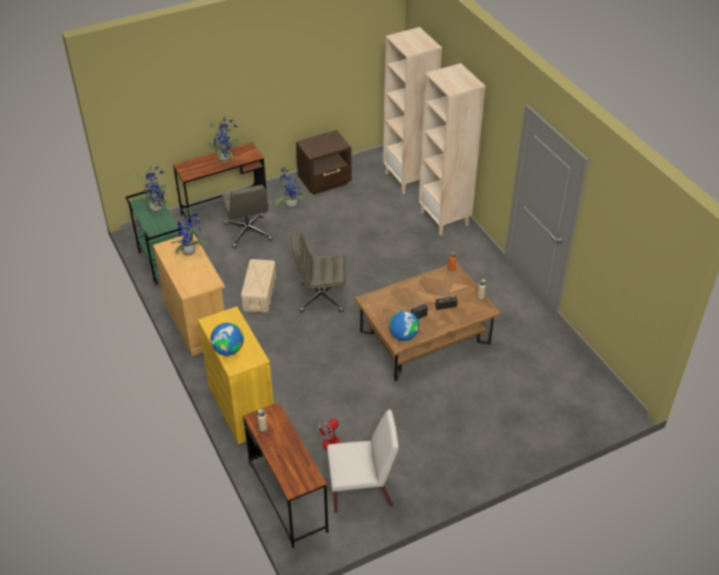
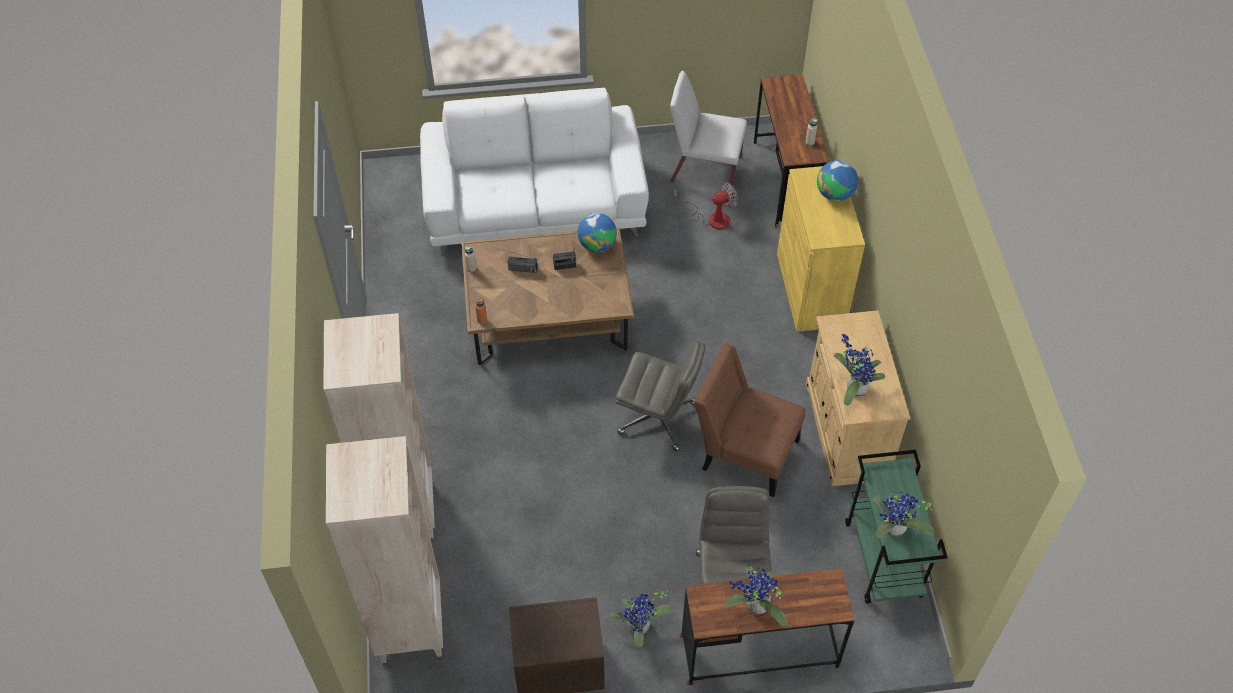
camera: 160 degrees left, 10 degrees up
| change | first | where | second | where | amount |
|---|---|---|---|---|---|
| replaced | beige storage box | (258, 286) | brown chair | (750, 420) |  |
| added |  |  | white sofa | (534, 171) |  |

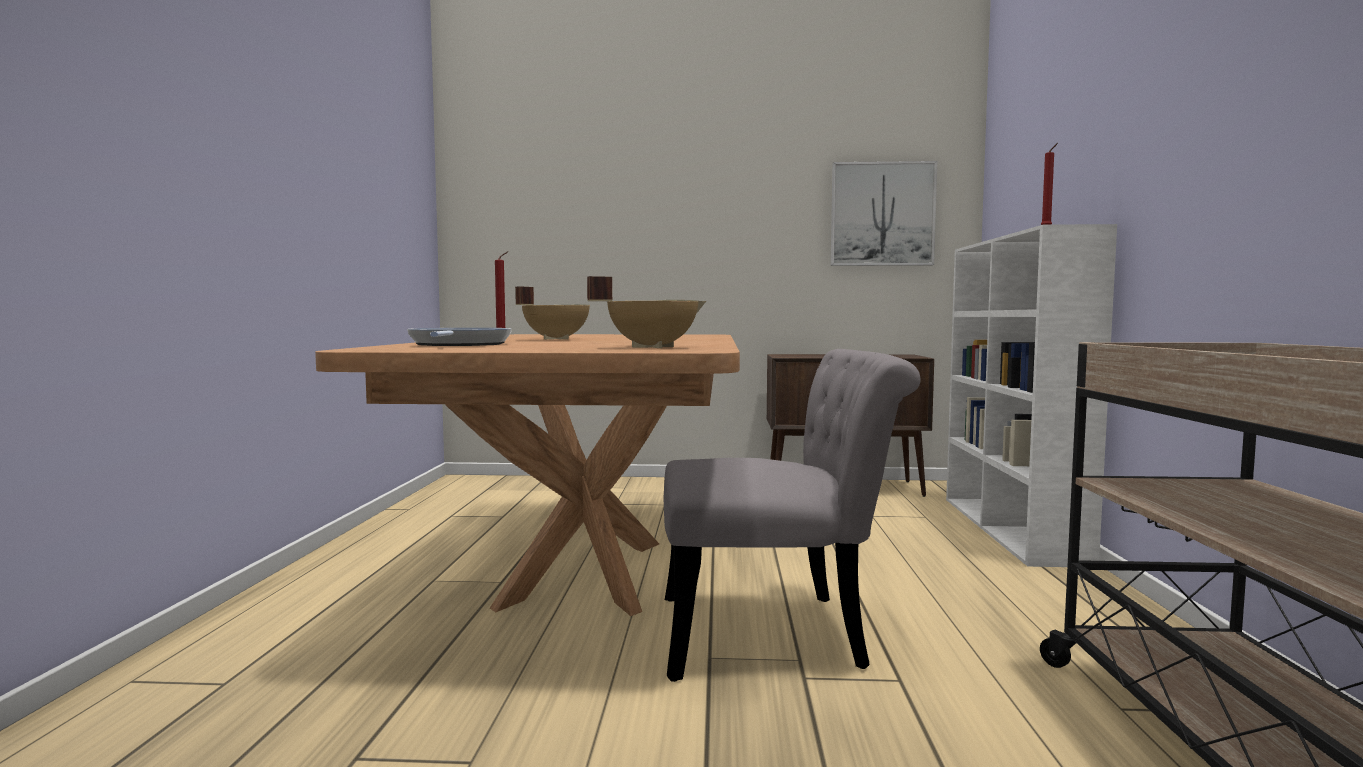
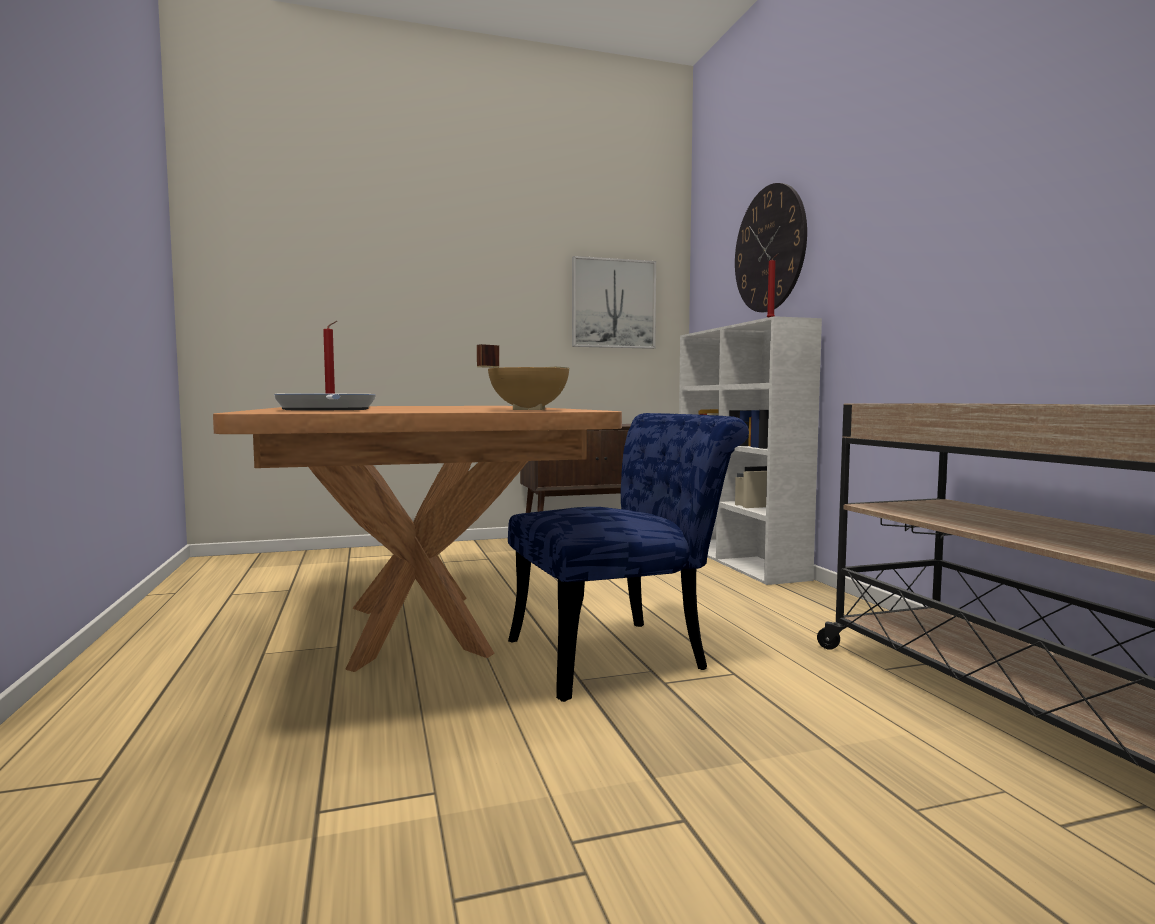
camera: 20 degrees left, 0 degrees up
| change | first | where | second | where | amount |
|---|---|---|---|---|---|
| removed | beige cooking pot | (552, 313) |  |  |  |
| recoloured | grey chair | (792, 515) | blue chair | (628, 557) |  |
| added |  |  | wall clock | (771, 247) |  |

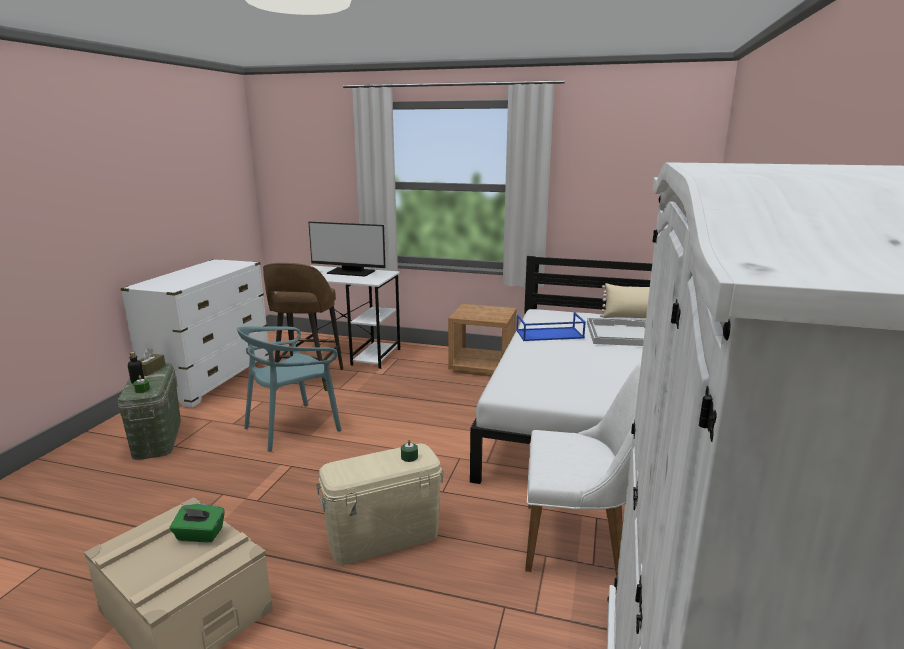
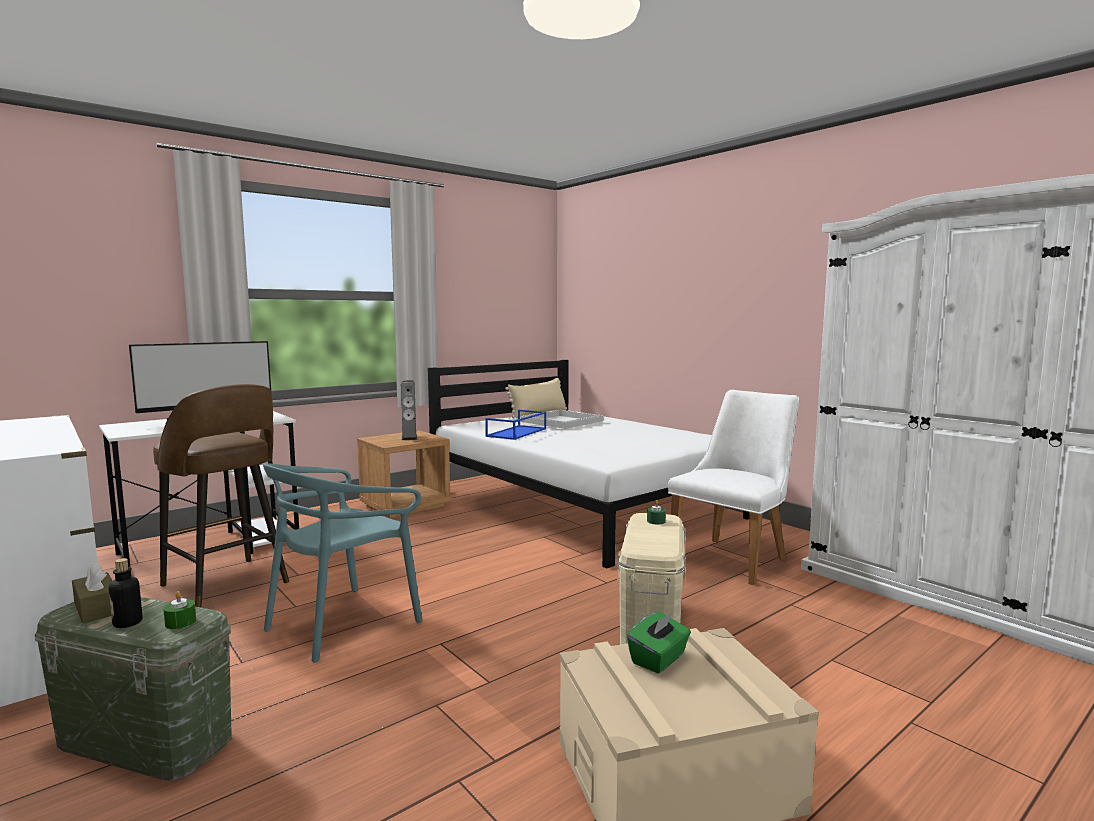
camera: 55 degrees left, 10 degrees down
| change | first | where | second | where | amount |
|---|---|---|---|---|---|
| turned | turquoise chair | (289, 389) |  | (343, 562) | 45 degrees clockwise |
| added |  |  | speaker | (409, 410) |  |

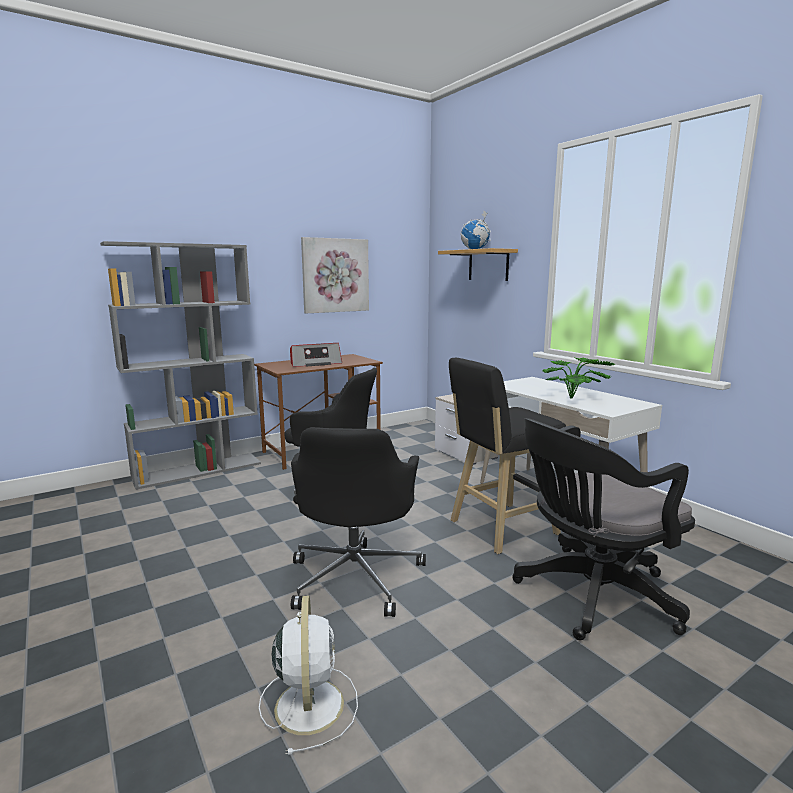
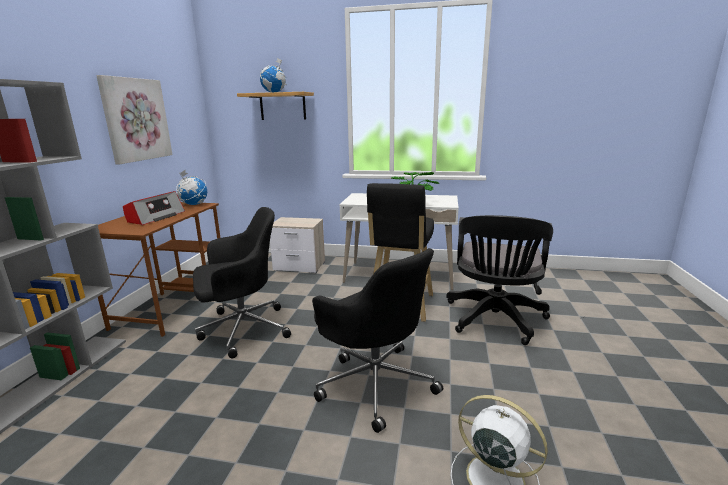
camera: 45 degrees left, 5 degrees up
| change | first | where | second | where | amount |
|---|---|---|---|---|---|
| added |  |  | globe | (191, 187) |  |

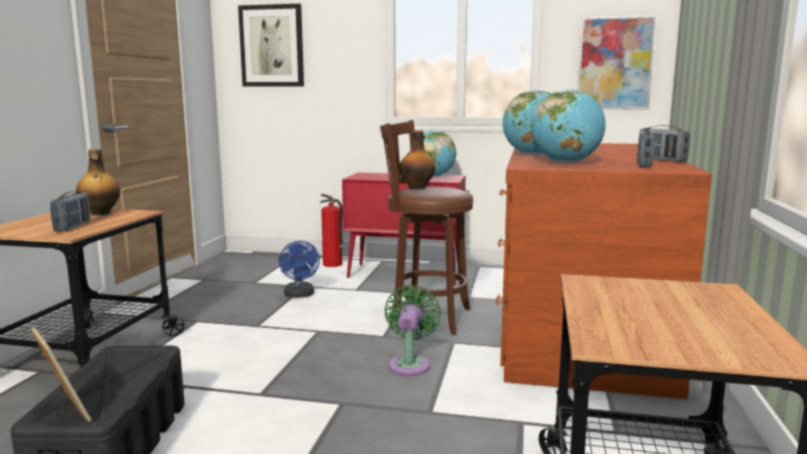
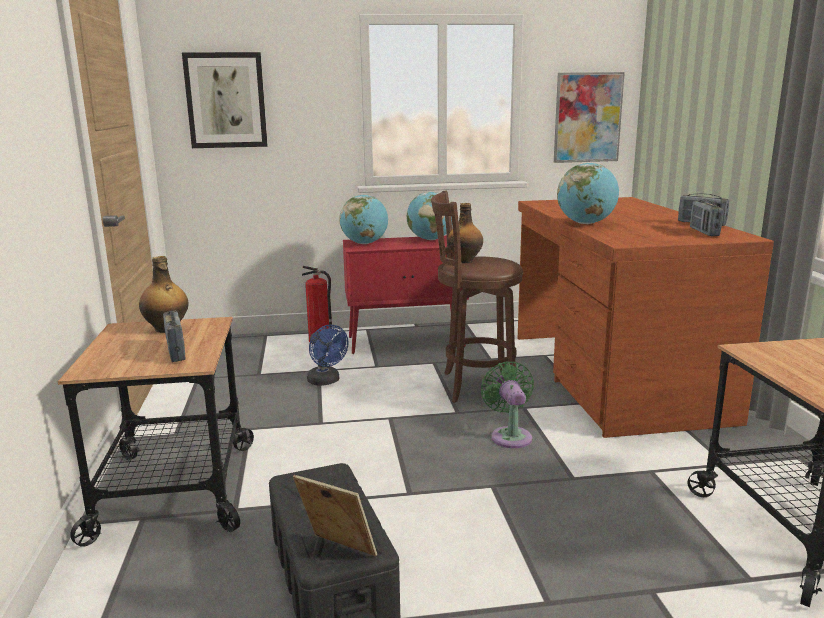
camera: 20 degrees left, 5 degrees up
| change | first | where | second | where | amount |
|---|---|---|---|---|---|
| moved | globe | (568, 126) |  | (363, 219) |  |

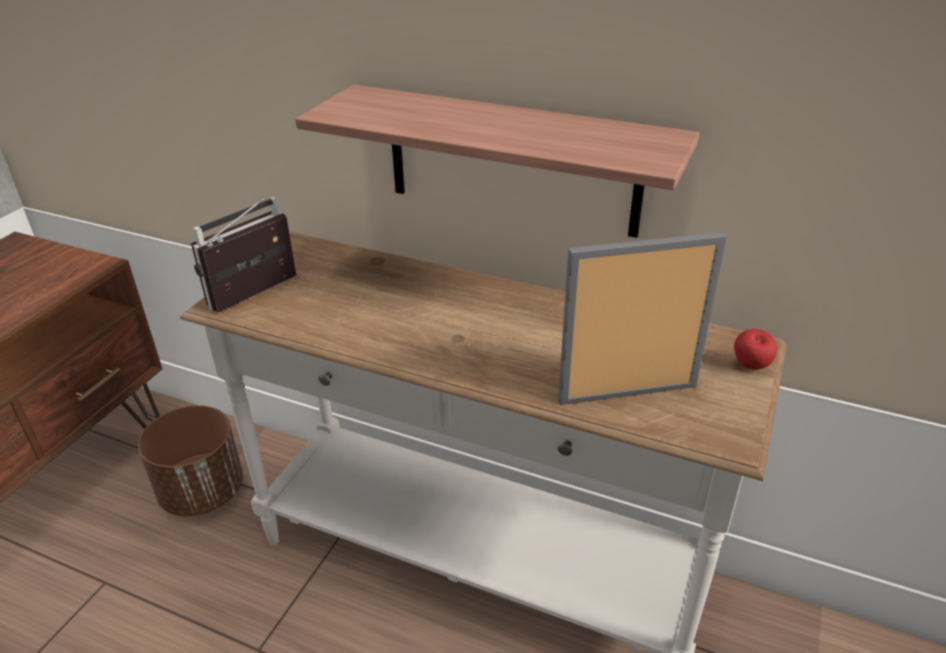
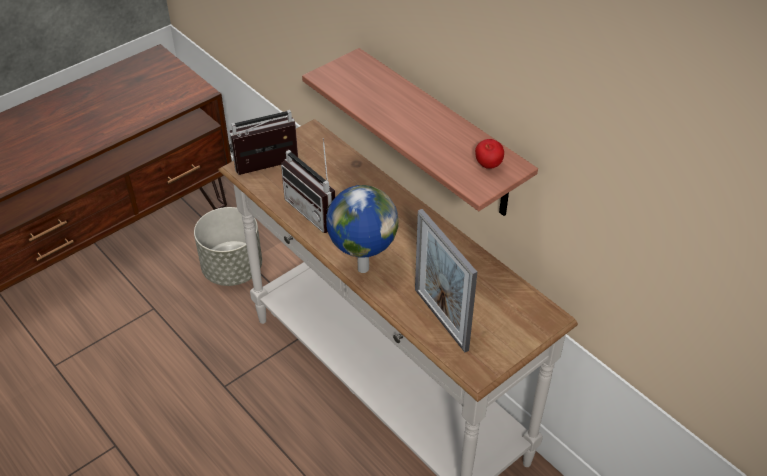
camera: 25 degrees right, 10 degrees up
| change | first | where | second | where | amount |
|---|---|---|---|---|---|
| recoloured | brown planter | (190, 460) | grey planter | (228, 246) |  |
| turned | picture frame | (642, 318) |  | (446, 280) | 135 degrees counterclockwise |
| moved | apple | (755, 349) |  | (489, 154) |  |
| added |  |  | radio | (308, 185) |  |
| added |  |  | globe | (362, 229) |  |

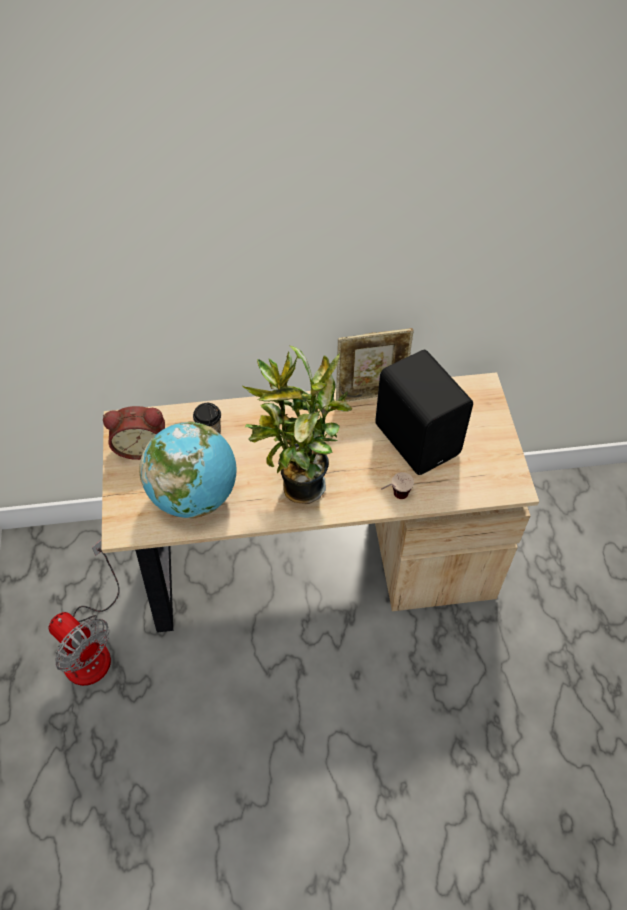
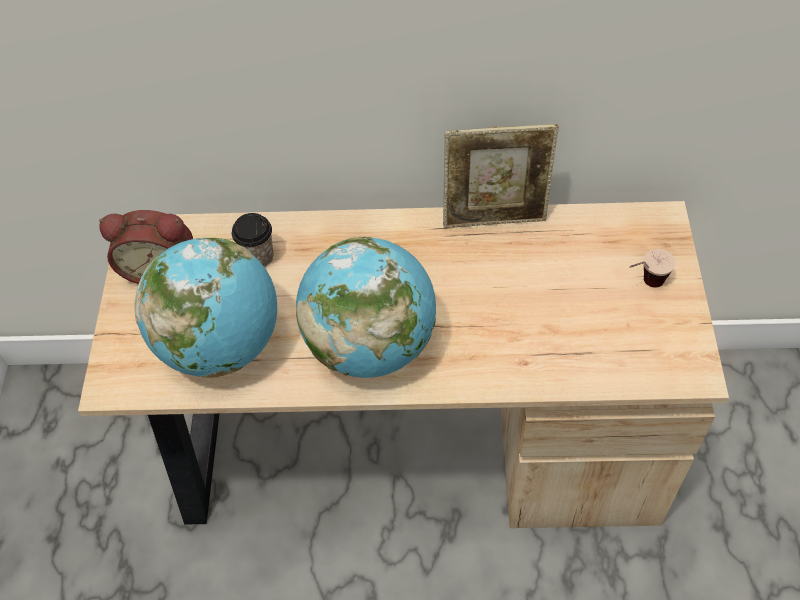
camera: 10 degrees right, 0 degrees up
| change | first | where | second | where | amount |
|---|---|---|---|---|---|
| removed | fan | (84, 613) |  |  |  |
| replaced | potted plant | (297, 425) | globe | (366, 307) |  |
| removed | black speaker | (424, 412) |  |  |  |
| moved | cup | (397, 485) |  | (652, 268) |  |

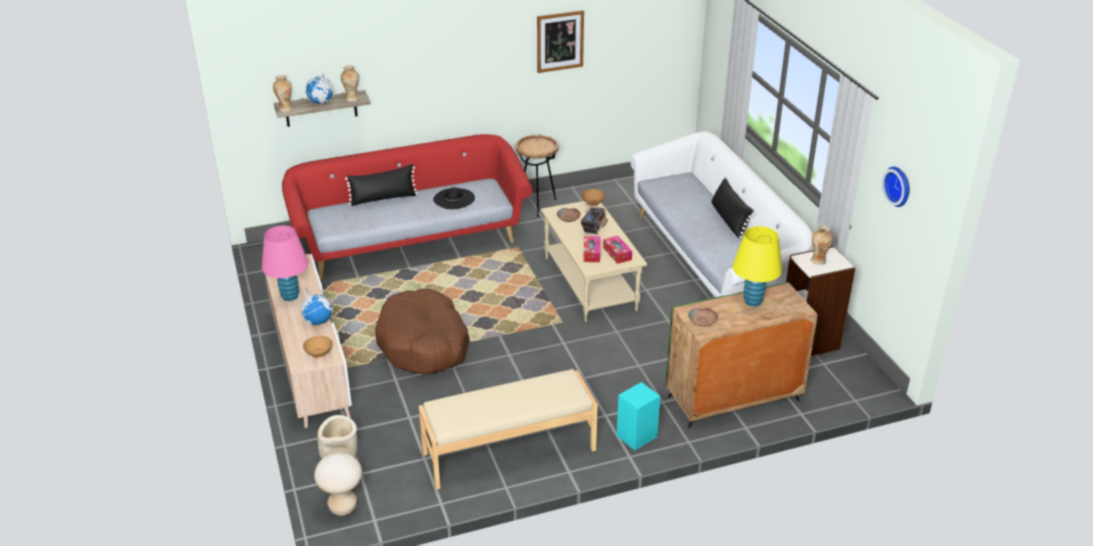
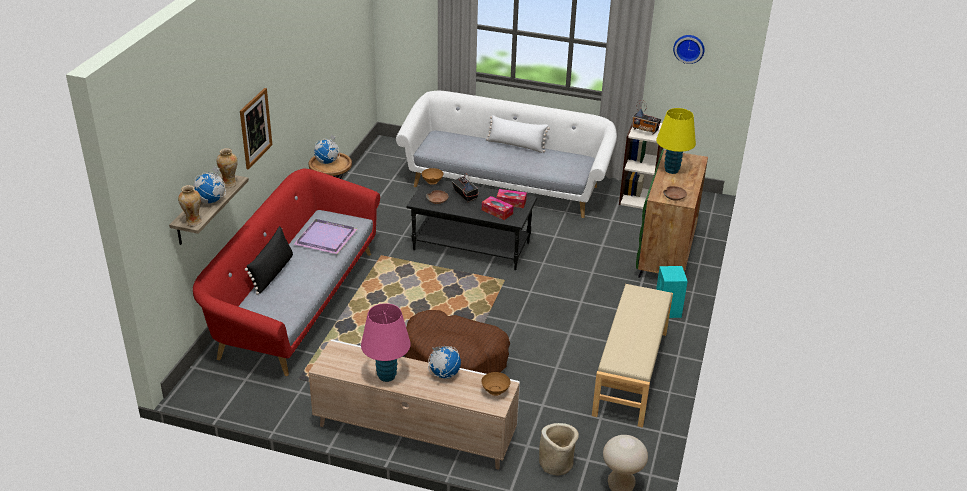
camera: 55 degrees left, 0 degrees up
| change | first | where | second | where | amount |
|---|---|---|---|---|---|
| replaced | black hat | (454, 198) | purple tray | (325, 236) |  |
| moved | picture | (560, 41) |  | (256, 129) |  |
| recoloured | beige coffee table | (594, 261) | black coffee table | (472, 225) |  |
| recoloured | black pillow | (732, 208) | white pillow | (518, 134) |  |
| replaced | vase | (822, 245) | radio | (646, 117) |  |
| added |  |  | globe | (327, 149) |  |

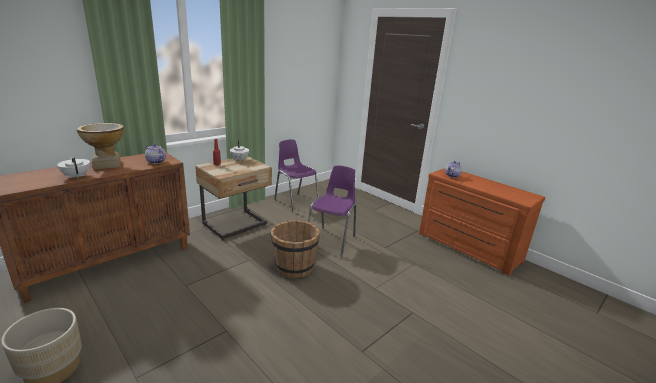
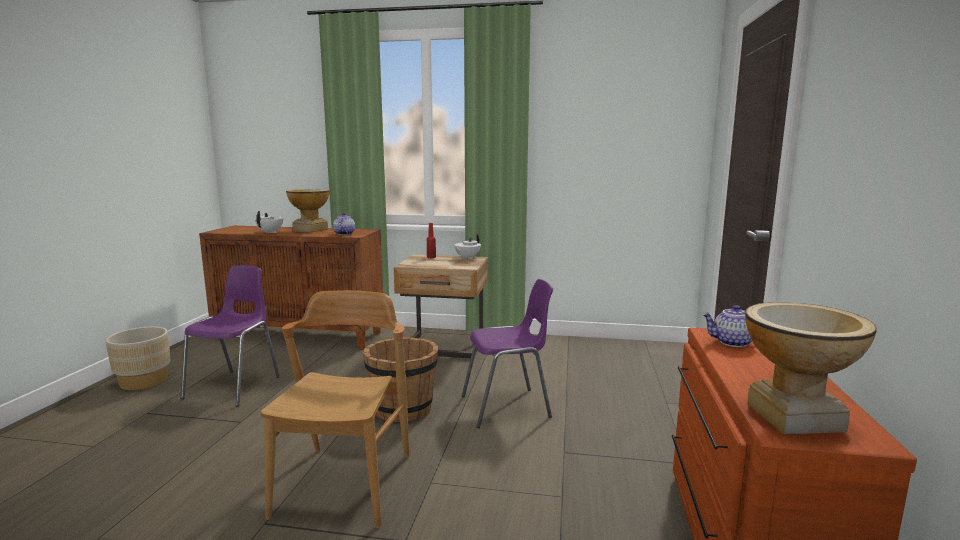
camera: 55 degrees right, 10 degrees down
| change | first | where | second | where | amount |
|---|---|---|---|---|---|
| moved | purple chair | (296, 176) |  | (230, 335) |  |
| added |  |  | brown chair | (335, 409) |  |
| added |  |  | vase | (811, 368) |  |

